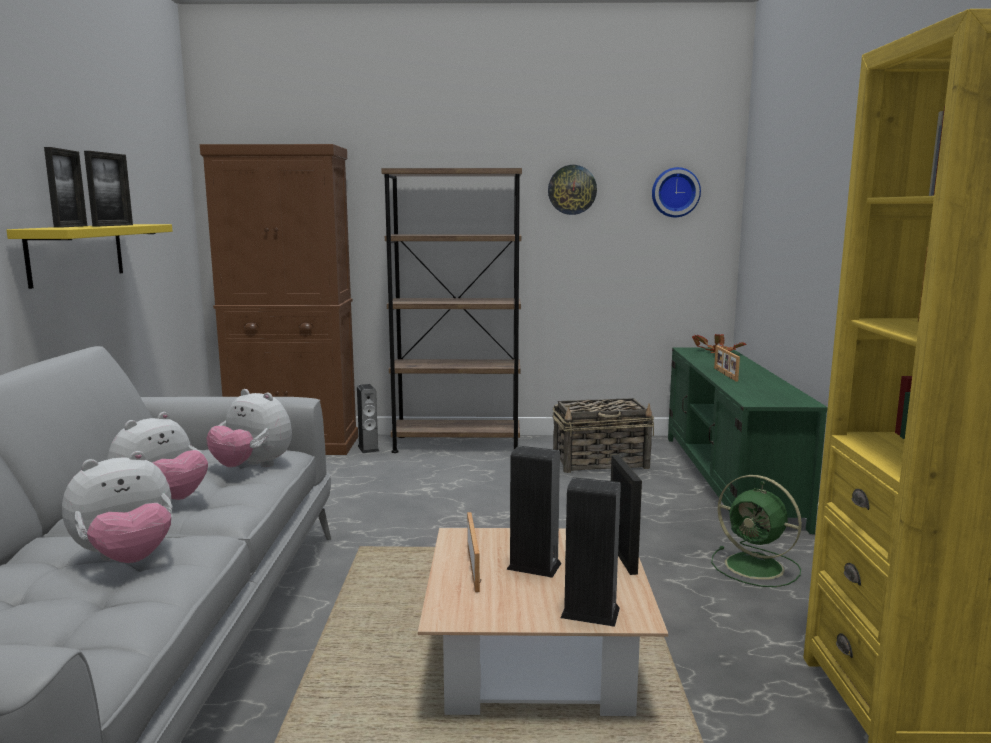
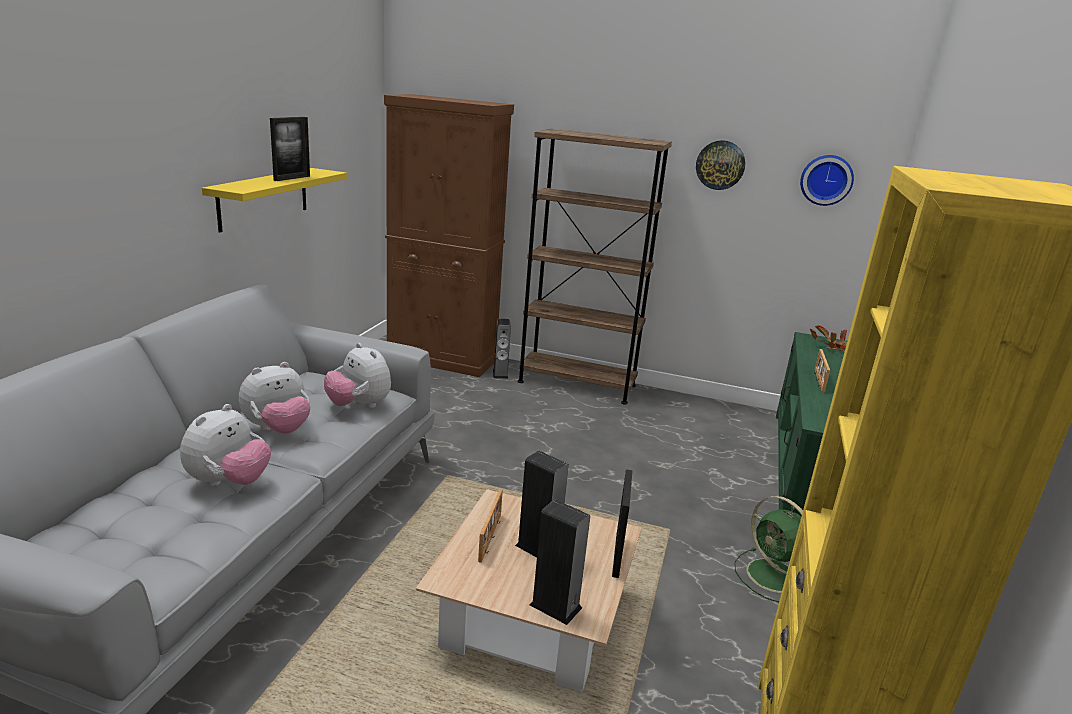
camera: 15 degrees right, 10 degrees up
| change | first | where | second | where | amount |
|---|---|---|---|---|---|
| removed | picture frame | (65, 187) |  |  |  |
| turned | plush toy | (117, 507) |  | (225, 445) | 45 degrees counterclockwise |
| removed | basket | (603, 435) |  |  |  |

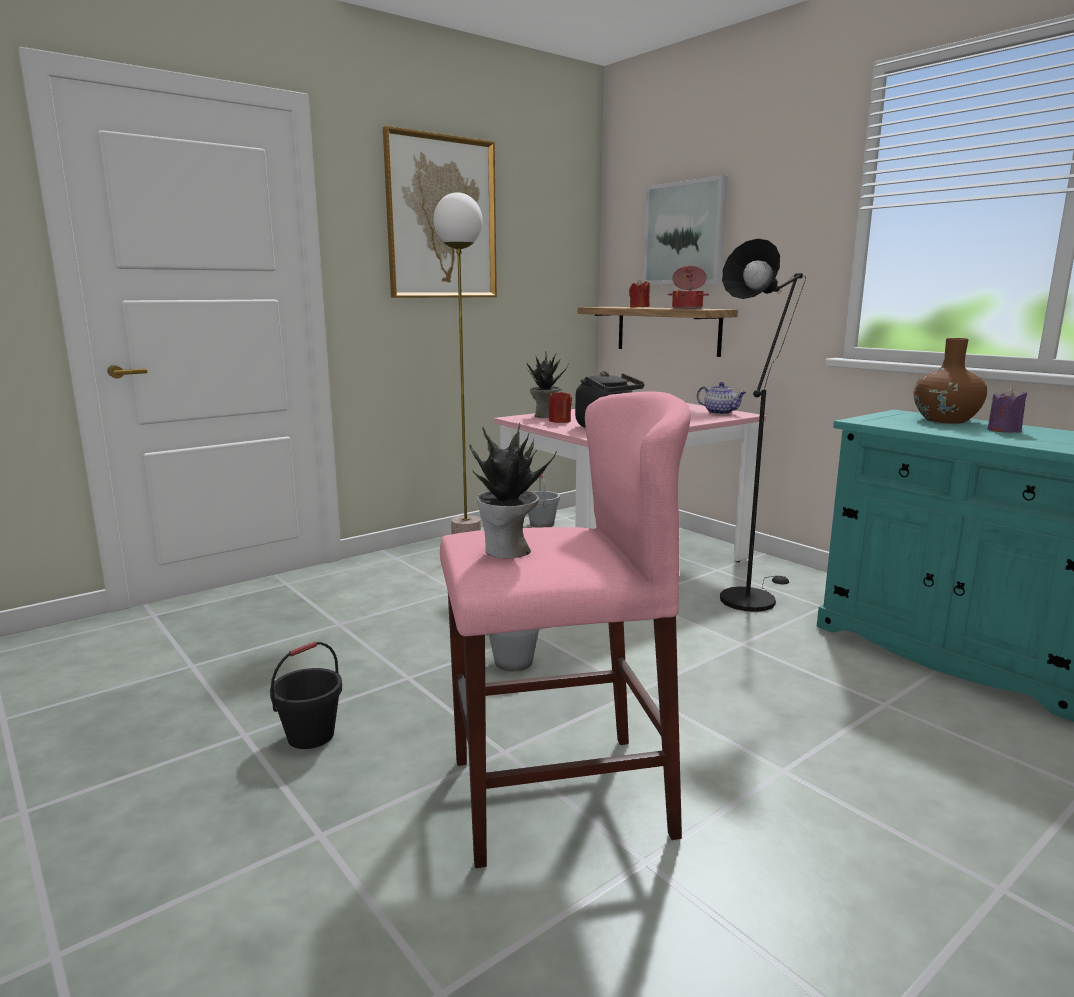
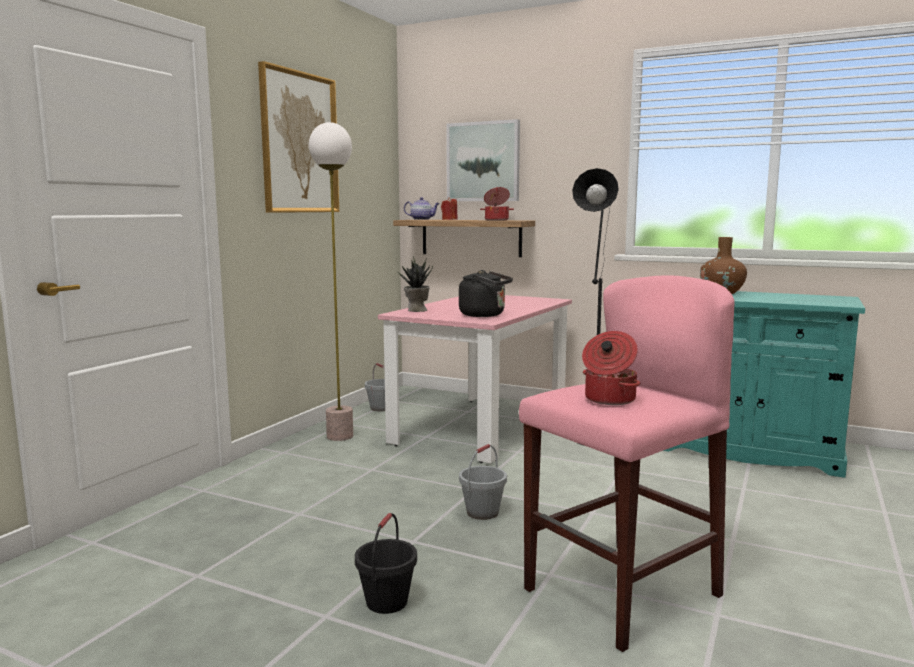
camera: 25 degrees left, 5 degrees down
| change | first | where | second | where | amount |
|---|---|---|---|---|---|
| replaced | potted plant | (513, 490) | cooking pot | (611, 368) |  |
| removed | red candle | (560, 406) |  |  |  |
| moved | teapot | (721, 398) |  | (422, 208) |  |
| removed | purple candle | (1007, 410) |  |  |  |

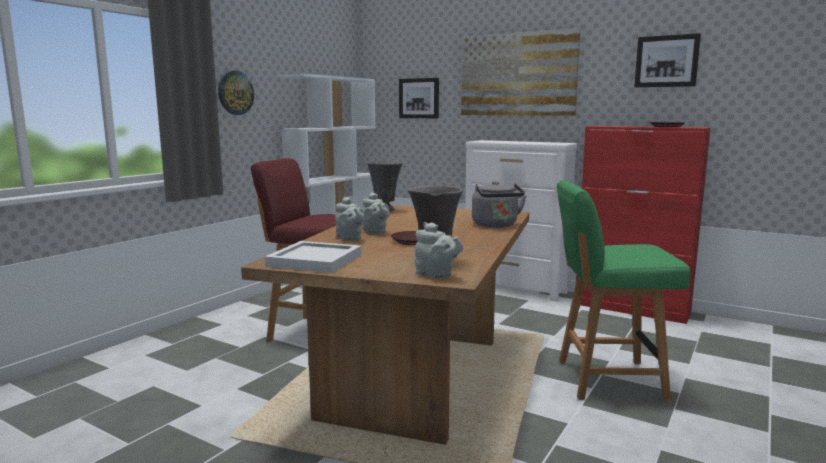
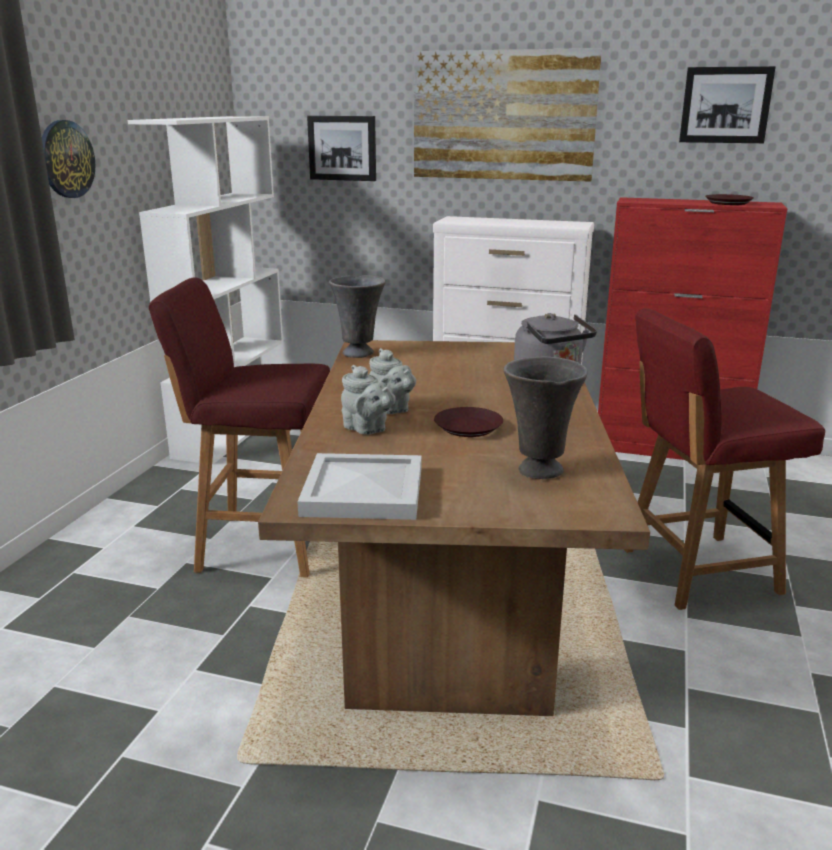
camera: 15 degrees left, 10 degrees up
| change | first | where | second | where | amount |
|---|---|---|---|---|---|
| removed | grey teapot | (439, 250) |  |  |  |
| recoloured | green chair | (624, 290) | red chair | (724, 459) |  |

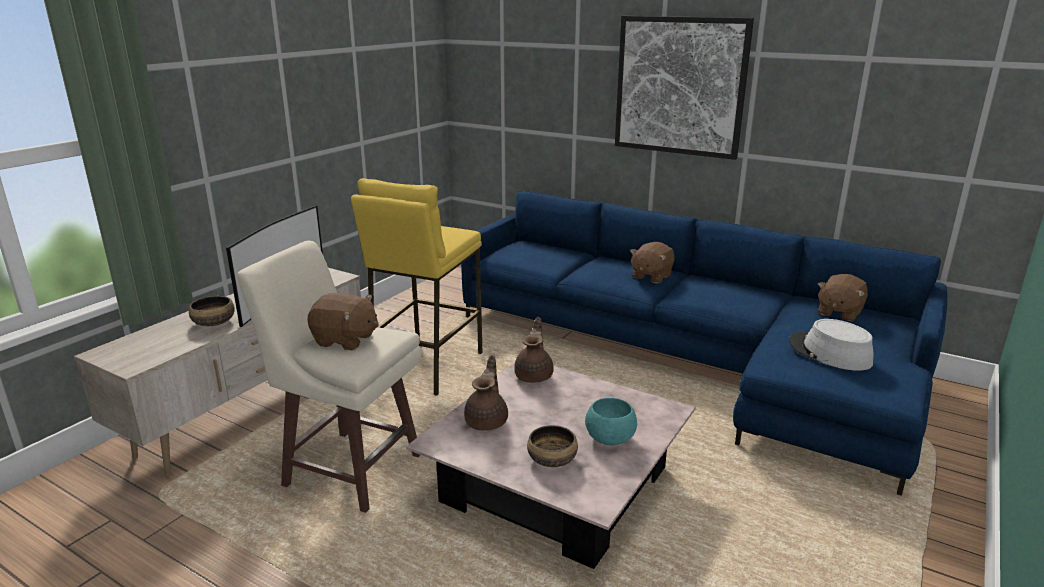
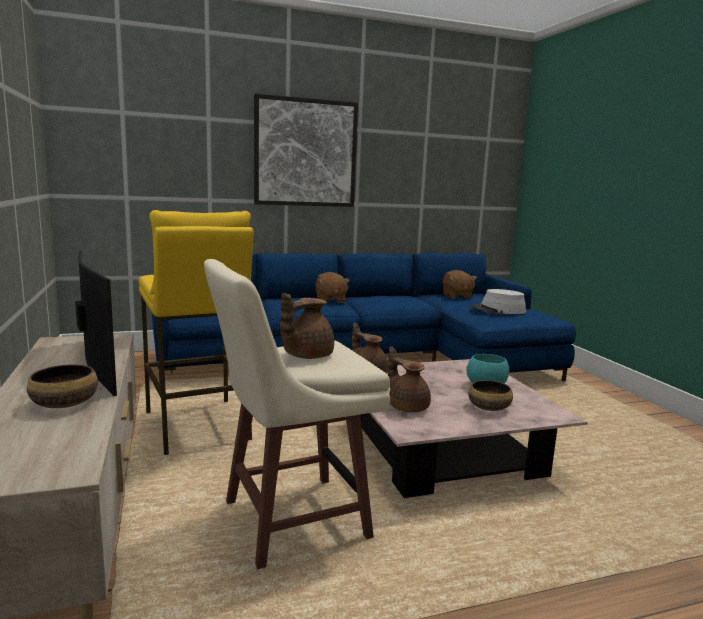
camera: 50 degrees left, 10 degrees down
| change | first | where | second | where | amount |
|---|---|---|---|---|---|
| replaced | brown plush toy | (343, 321) | brown teapot | (307, 326) |  |

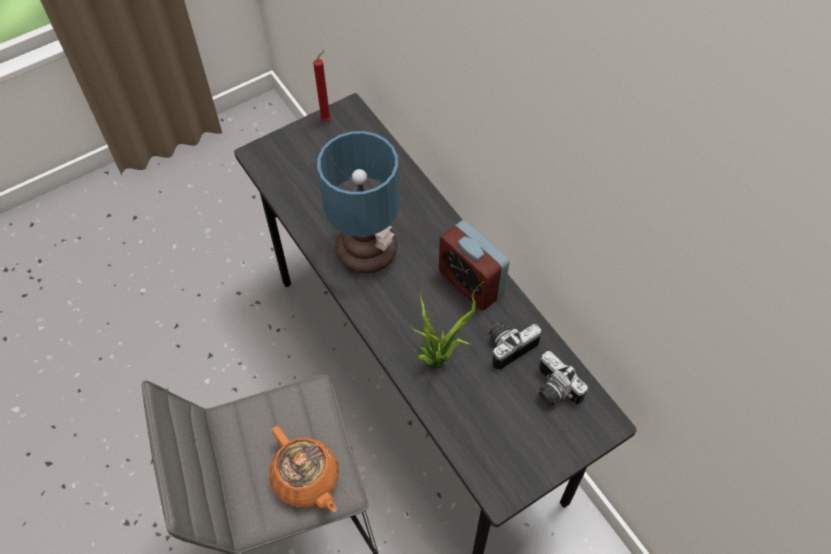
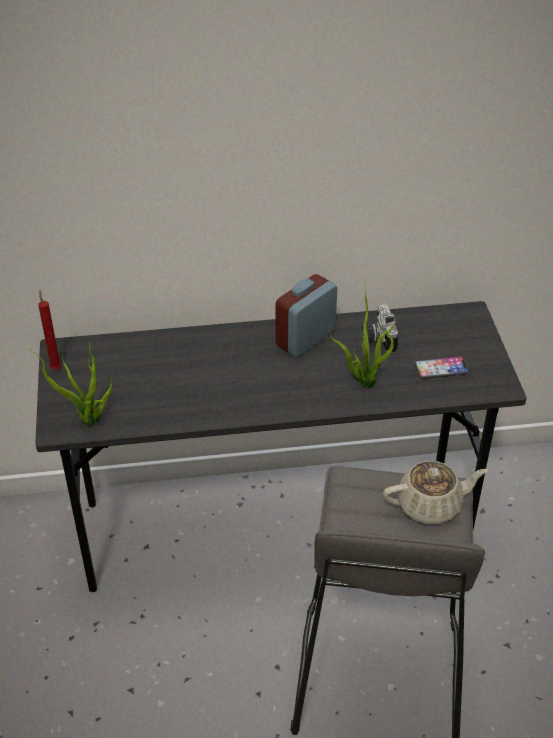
camera: 65 degrees left, 15 degrees down
| change | first | where | second | where | amount |
|---|---|---|---|---|---|
| recoloured | orange teapot | (304, 469) | beige teapot | (435, 492) |  |
| removed | table lamp | (358, 202) |  |  |  |
| turned | alarm clock | (474, 265) |  | (306, 315) | 150 degrees clockwise |
| removed | photo camera | (563, 378) |  |  |  |
| added |  |  | potted plant | (70, 385) |  |
| added |  |  | phone | (441, 367) |  |

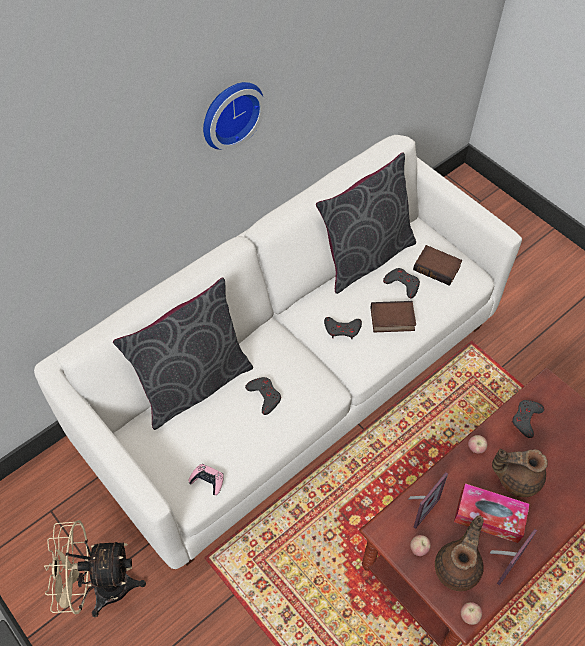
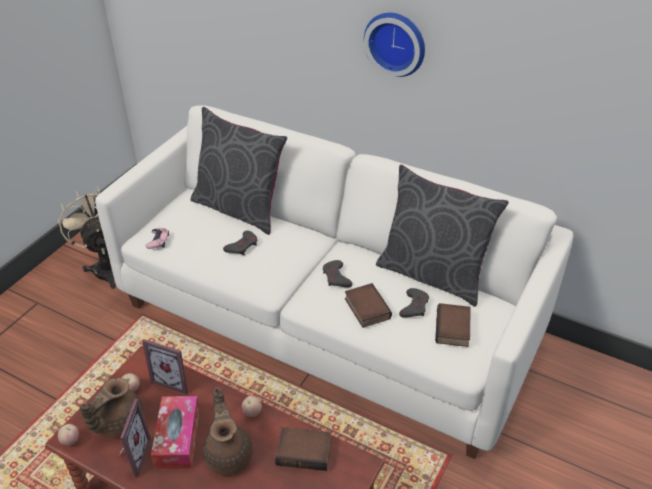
camera: 70 degrees right, 15 degrees down
| change | first | where | second | where | amount |
|---|---|---|---|---|---|
| turned | brown teapot | (459, 553) |  | (111, 407) | 120 degrees clockwise |
| turned | picture frame | (513, 557) |  | (135, 438) | 105 degrees counterclockwise |
| replaced | grey game controller | (528, 419) | book | (303, 449) |  |

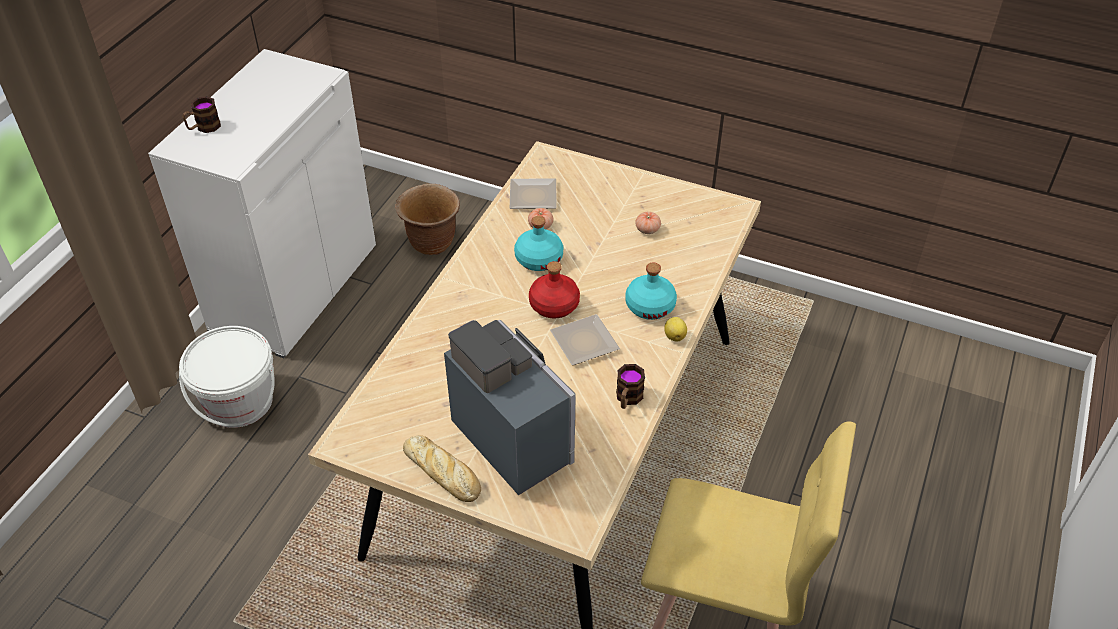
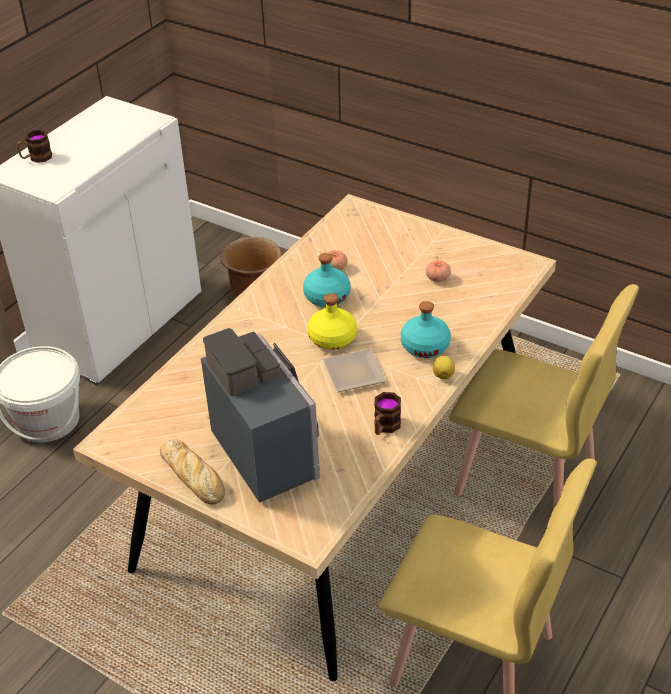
camera: 10 degrees right, 5 degrees down
| change | first | where | second | where | amount |
|---|---|---|---|---|---|
| removed | plate | (533, 193) |  |  |  |
| recoloured | red bottle | (554, 289) | yellow bottle | (332, 321) |  |
| added |  |  | yellow chair | (544, 397) |  |

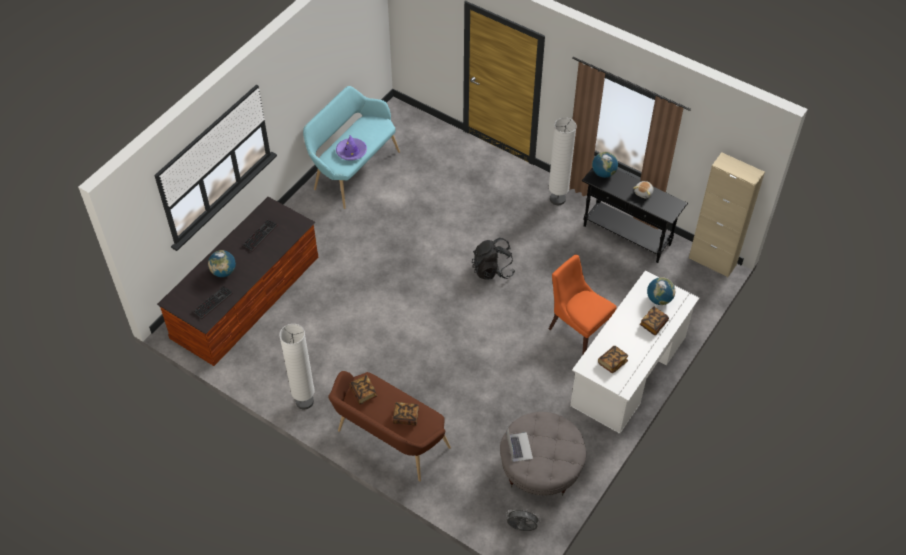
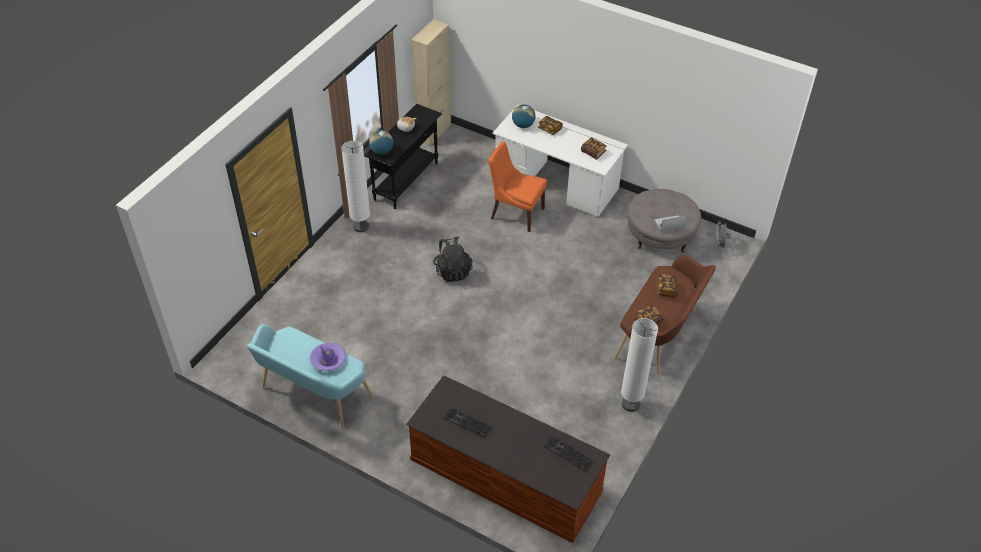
camera: 95 degrees left, 5 degrees down
| change | first | where | second | where | amount |
|---|---|---|---|---|---|
| removed | globe | (222, 263) |  |  |  |
| turned | orange chair | (583, 304) |  | (517, 186) | 75 degrees clockwise |

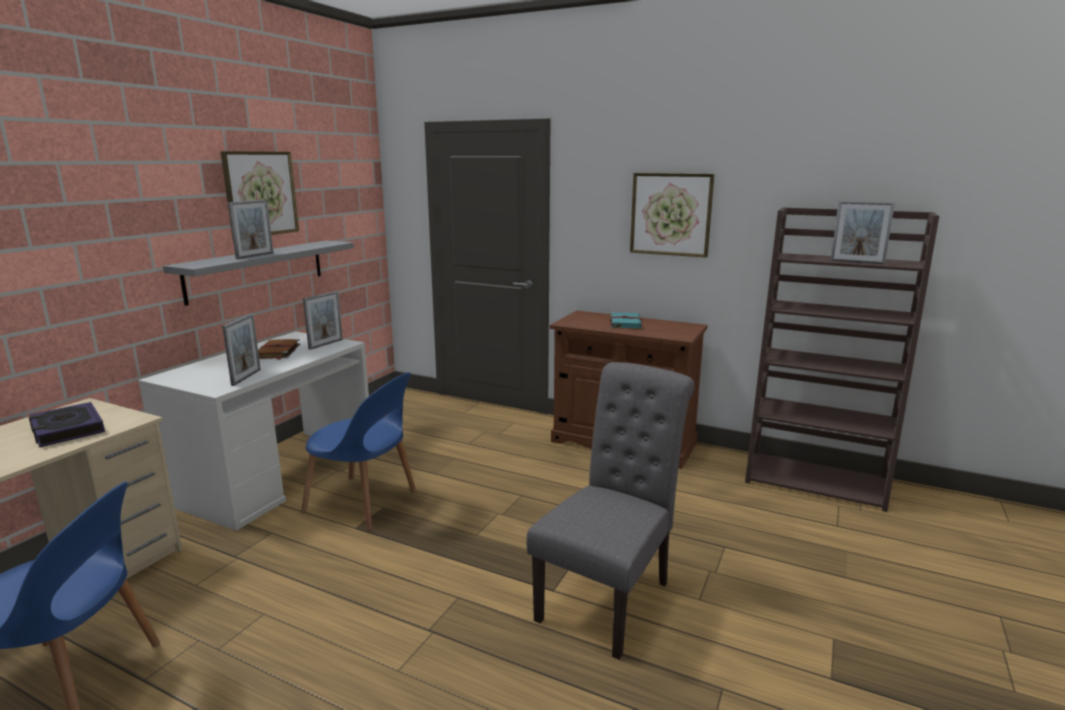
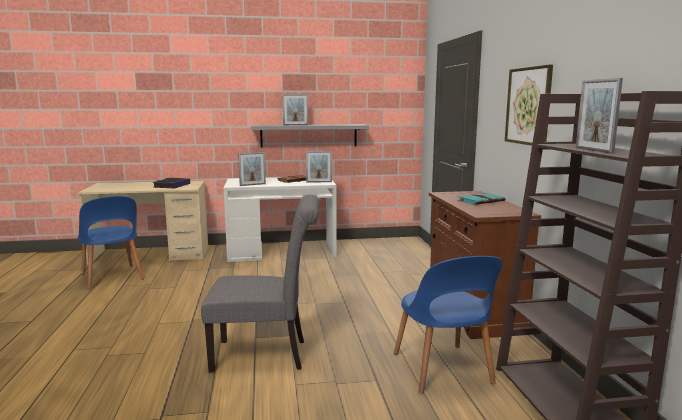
camera: 55 degrees right, 5 degrees down
| change | first | where | second | where | amount |
|---|---|---|---|---|---|
| removed | picture | (259, 194) |  |  |  |
| moved | blue chair | (358, 451) |  | (448, 325) |  |

